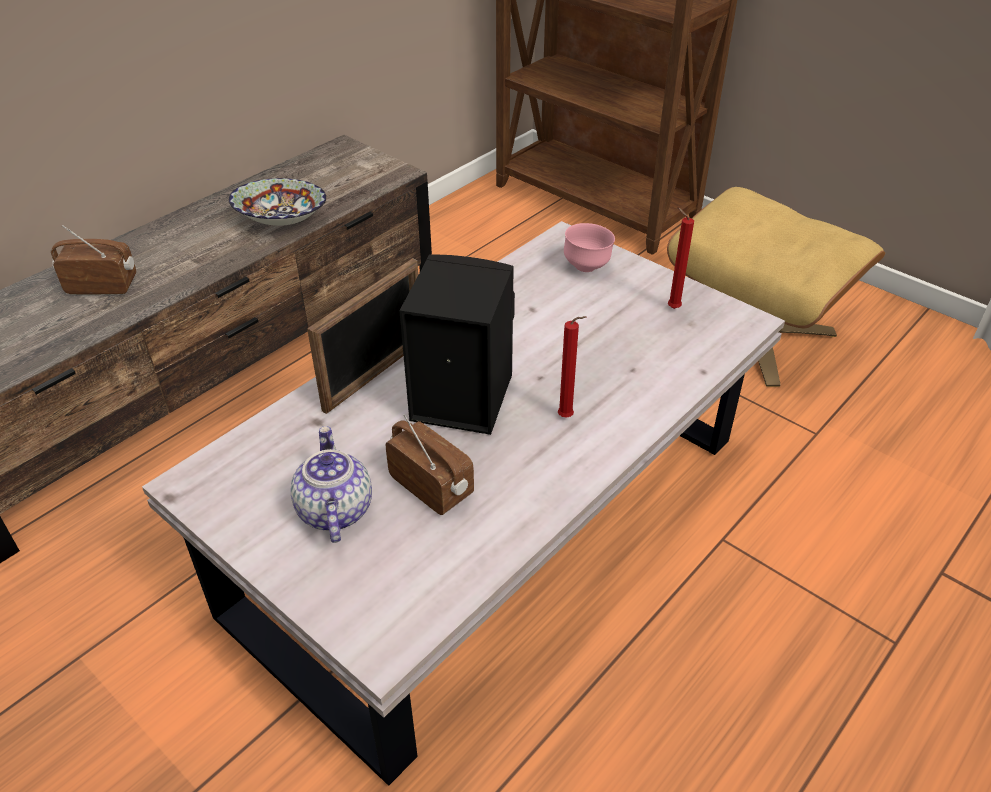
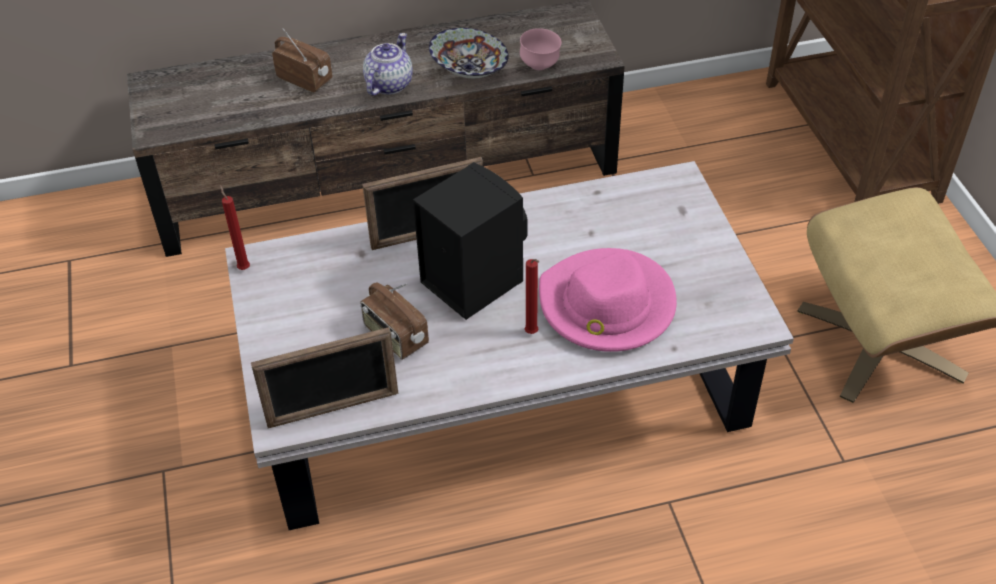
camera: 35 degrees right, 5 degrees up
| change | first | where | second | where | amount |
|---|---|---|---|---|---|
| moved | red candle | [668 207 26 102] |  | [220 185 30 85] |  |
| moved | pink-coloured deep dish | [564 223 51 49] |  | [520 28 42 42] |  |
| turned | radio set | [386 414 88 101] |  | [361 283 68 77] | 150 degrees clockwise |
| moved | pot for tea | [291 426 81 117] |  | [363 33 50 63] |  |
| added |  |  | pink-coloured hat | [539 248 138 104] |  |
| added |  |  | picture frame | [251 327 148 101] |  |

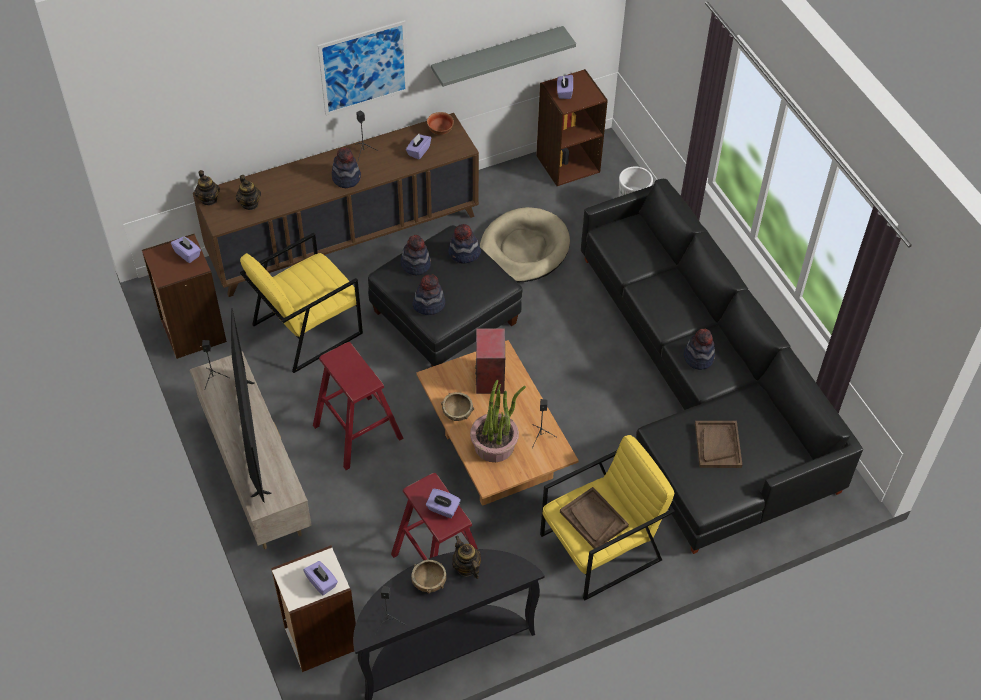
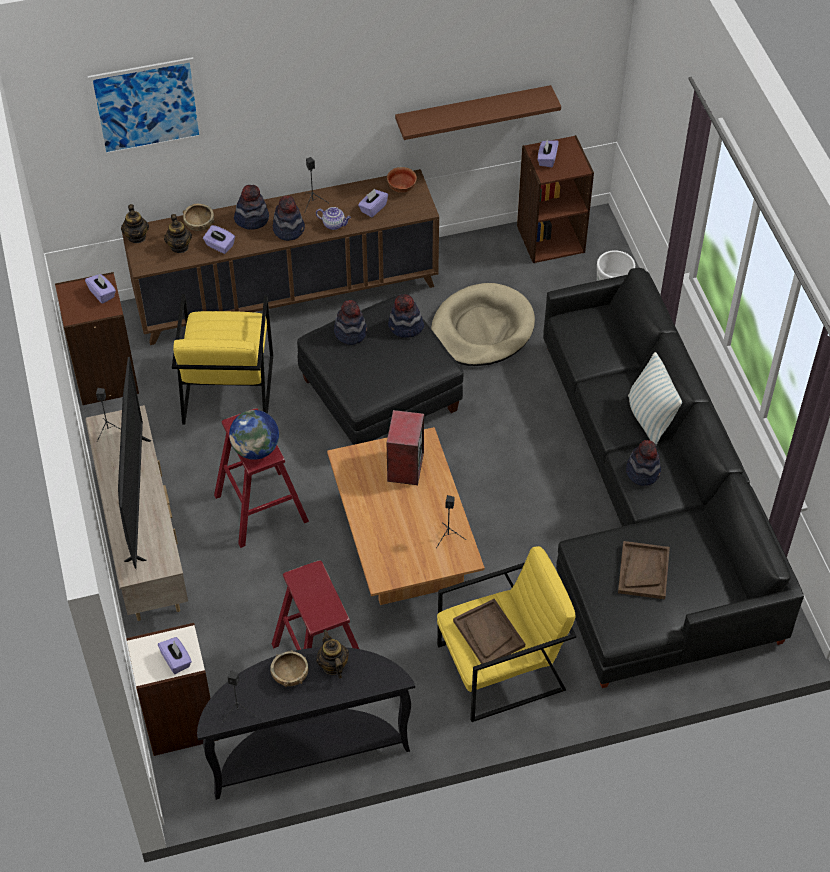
camera: 10 degrees right, 0 degrees up
| change | first | where | second | where | amount |
|---|---|---|---|---|---|
| moved | picture | [318 20 91 96] |  | [88 57 116 99] |  |
| recoloured | gray wall shelf | [431 26 145 61] | brown-coloured wall shelf | [395 85 166 55] |  |
| turned | yellow lounge chair | [240 232 123 141] |  | [172 294 101 130] | 60 degrees counterclockwise |
| moved | hat | [412 274 33 41] |  | [234 185 35 45] |  |
| removed | houseplant | [470 380 56 82] |  |  |  |
| moved | brown-coloured deep dish | [441 392 33 29] |  | [183 204 31 27] |  |
| moved | purple-coloured box of tissues | [426 489 35 29] |  | [203 225 32 29] |  |
| added |  |  | pot for tea | [316 207 35 23] |  |
| added |  |  | throw pillow | [628 352 54 93] |  |
| added |  |  | desk globe | [229 410 50 50] |  |

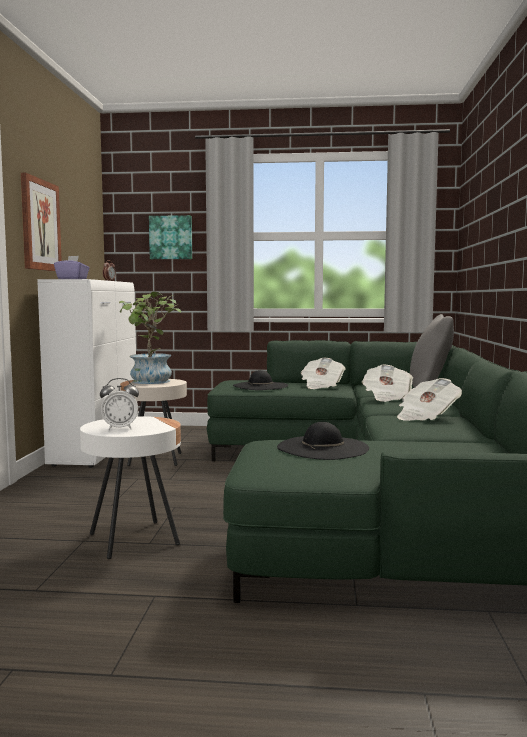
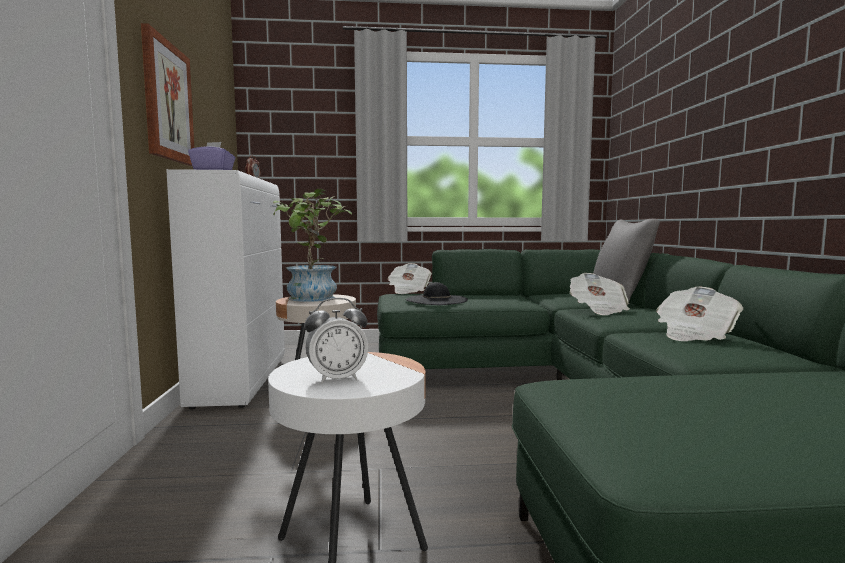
camera: 10 degrees left, 0 degrees up
| change | first | where | second | where | amount |
|---|---|---|---|---|---|
| removed | picture | [149 215 43 44] |  |  |  |
| moved | printed paper | [301 358 44 31] |  | [388 263 44 31] |  |
| removed | black-coloured hat | [277 422 92 38] |  |  |  |

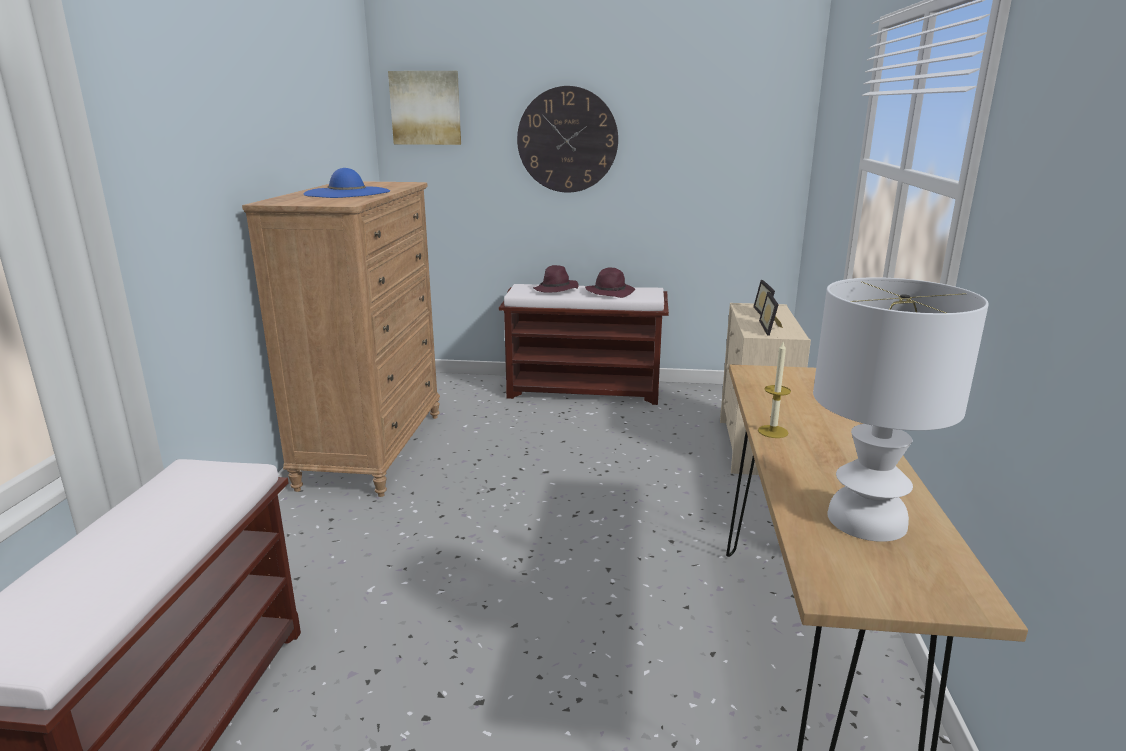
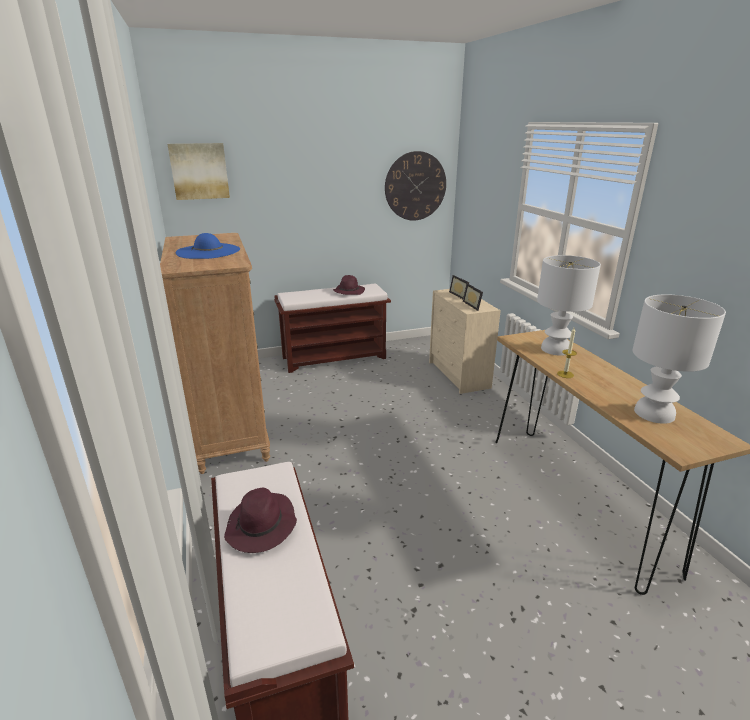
camera: 25 degrees left, 5 degrees up
| change | first | where | second | where | amount |
|---|---|---|---|---|---|
| moved | wall clock | [517 86 101 107] |  | [385 151 61 70] |  |
| moved | purple-coloured hat | [533 265 46 28] |  | [224 488 73 65] |  |
| added |  |  | white-coloured tabletop lamp | [537 255 64 101] |  |

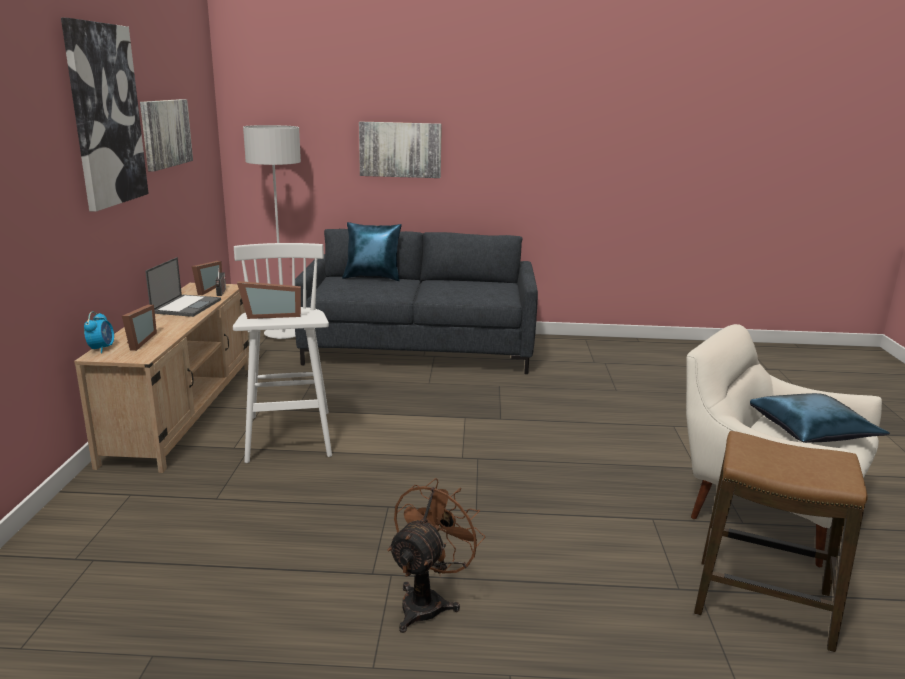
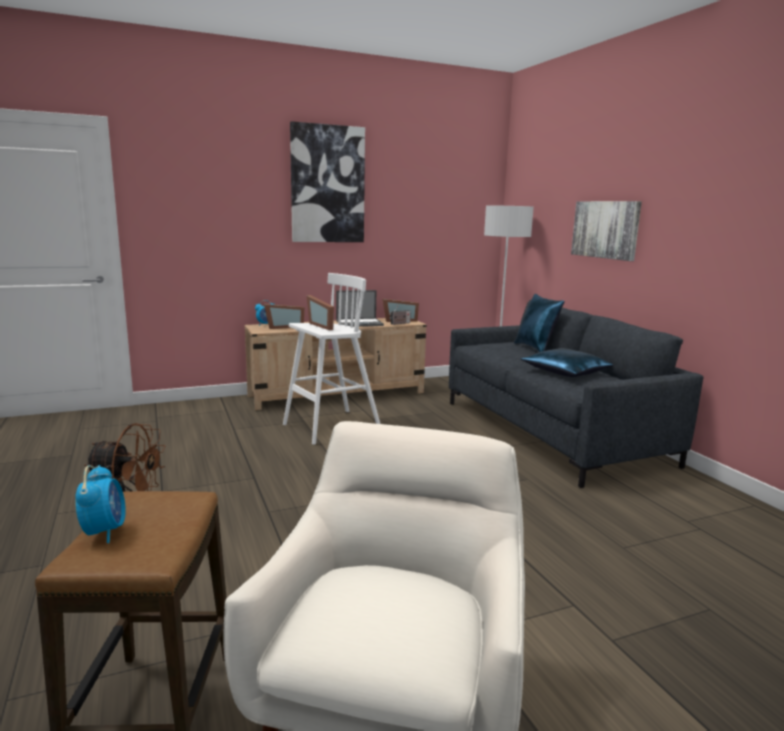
camera: 65 degrees right, 5 degrees down
| change | first | where | second | where | amount |
|---|---|---|---|---|---|
| removed | picture | [140 99 53 73] |  |  |  |
| moved | blue throw pillow | [750 393 140 50] |  | [521 348 92 29] |  |
| added |  |  | bedside clock | [75 465 51 78] |  |

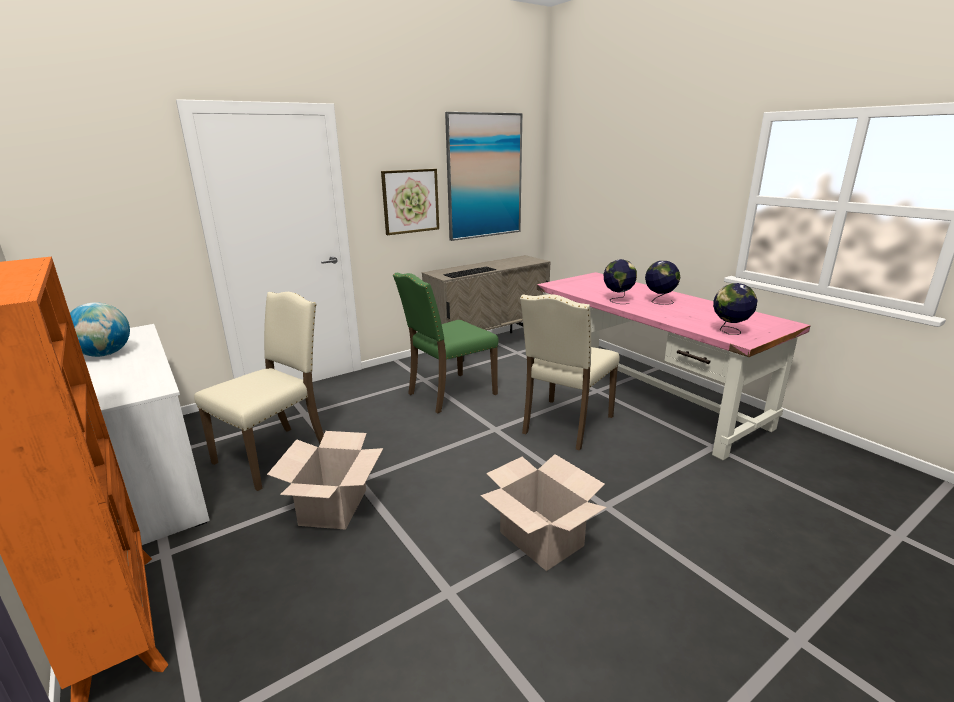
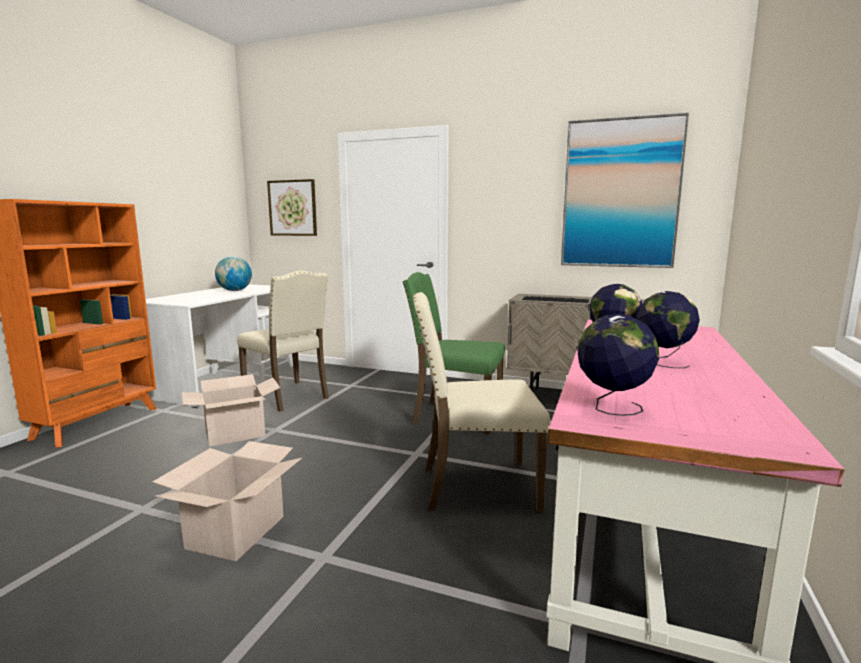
camera: 55 degrees right, 10 degrees down
| change | first | where | second | where | amount |
|---|---|---|---|---|---|
| moved | picture | [381 169 58 66] |  | [267 179 50 57] |  |
| turned | sand-coloured upright chair | [194 292 130 199] |  | [237 271 92 141] | 45 degrees clockwise |

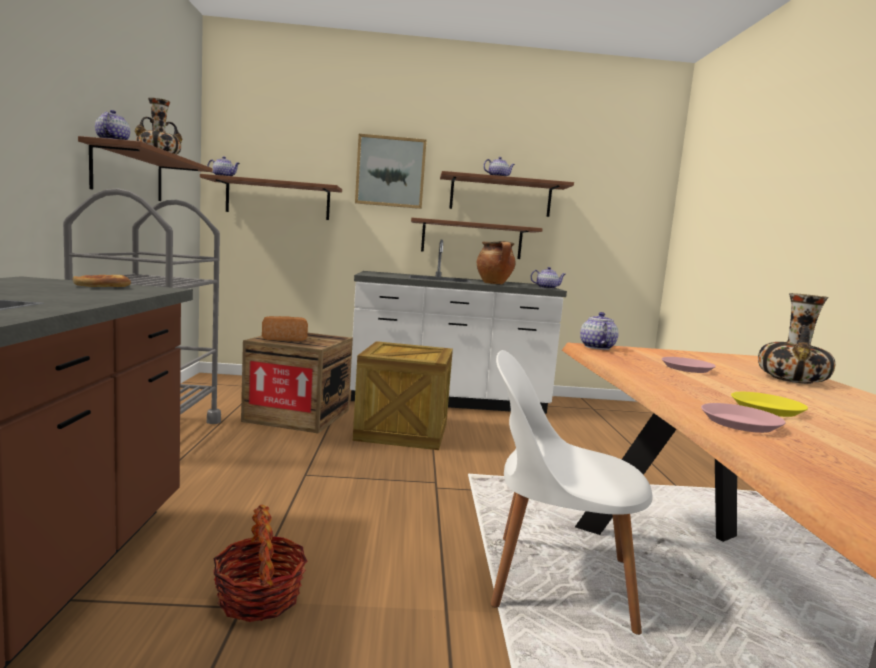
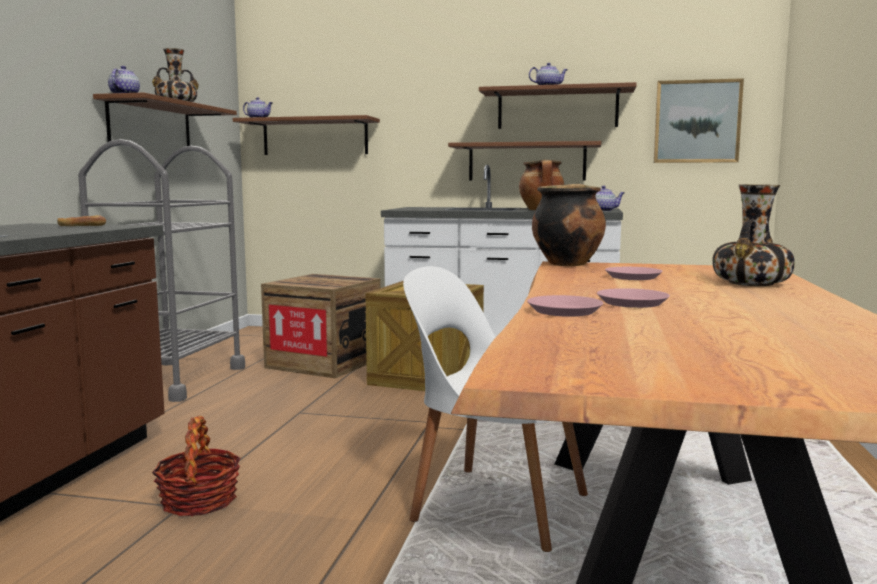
camera: 15 degrees right, 0 degrees up
| change | first | where | second | where | amount |
|---|---|---|---|---|---|
| moved | picture | [355 134 72 75] |  | [654 78 90 85] |  |
| replaced | pot for tea | [580 312 39 38] | cooking pot | [532 184 74 82] |  |
| removed | bakery bread | [262 316 46 25] |  |  |  |
| recoloured | yellow dinner plate | [731 392 77 25] | pink-coloured dinner plate | [597 288 73 20] |  |

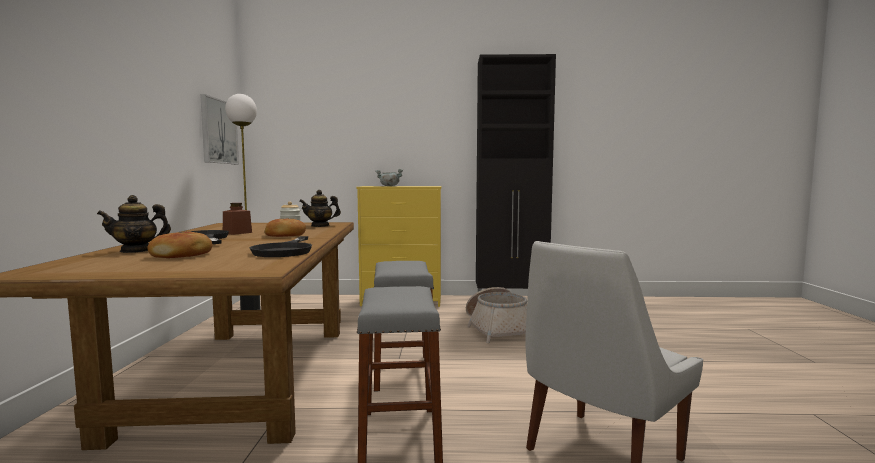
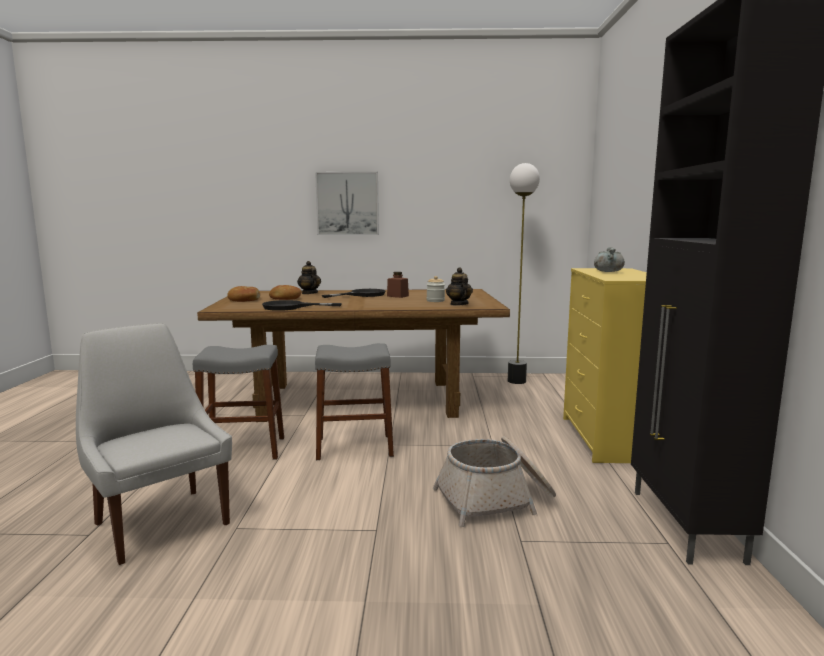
camera: 90 degrees right, 5 degrees up
| change | first | where | second | where | amount |
|---|---|---|---|---|---|
| moved | picture | [200 94 39 70] |  | [315 172 64 63] |  |
| moved | bakery bread | [265 218 41 19] |  | [227 286 33 16] |  |

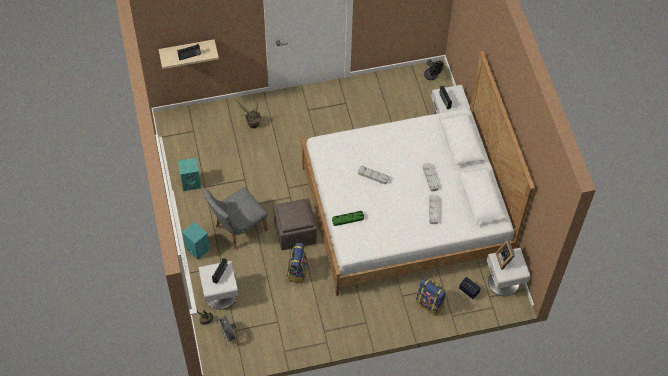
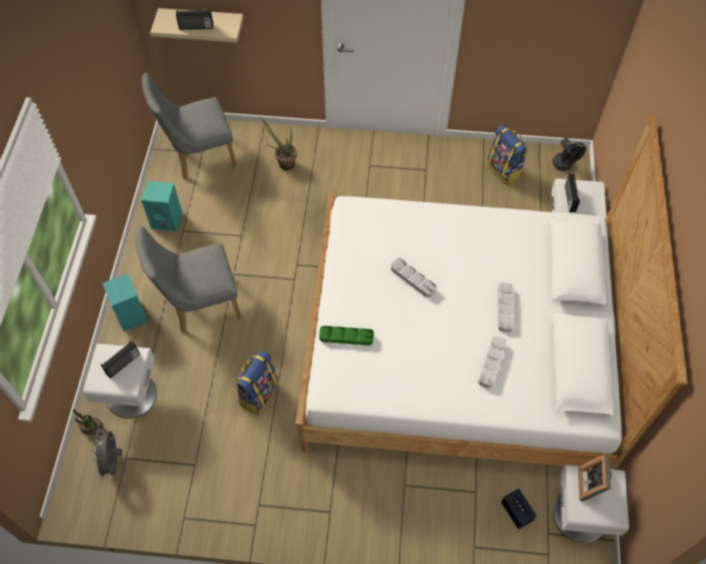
camera: 20 degrees right, 0 degrees up
| change | first | where | second | where | amount |
|---|---|---|---|---|---|
| removed | brown-coloured pouffe | [273 199 44 51] |  |  |  |
| moved | knapsack | [416 278 30 38] |  | [486 125 41 60] |  |
| added |  |  | gray upright chair | [142 73 95 106] |  |

